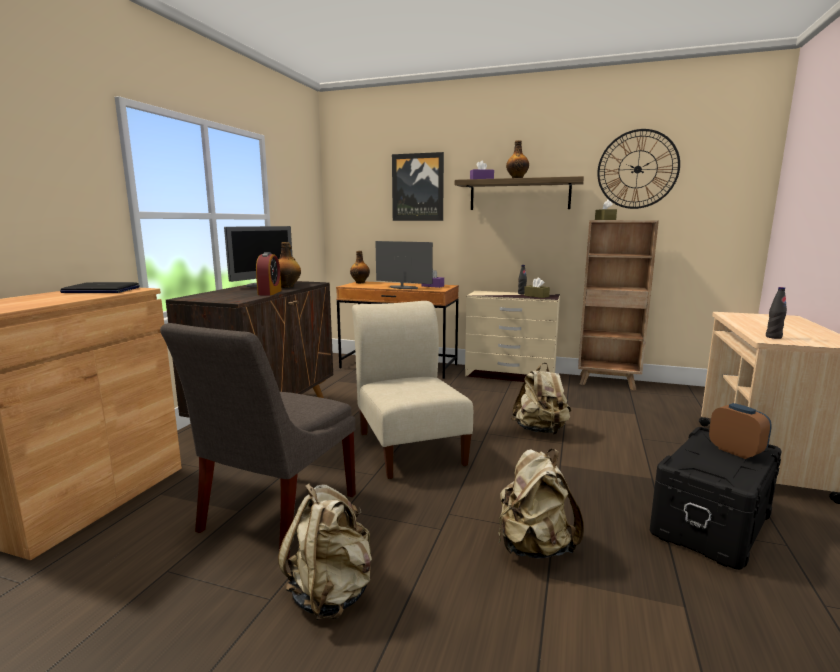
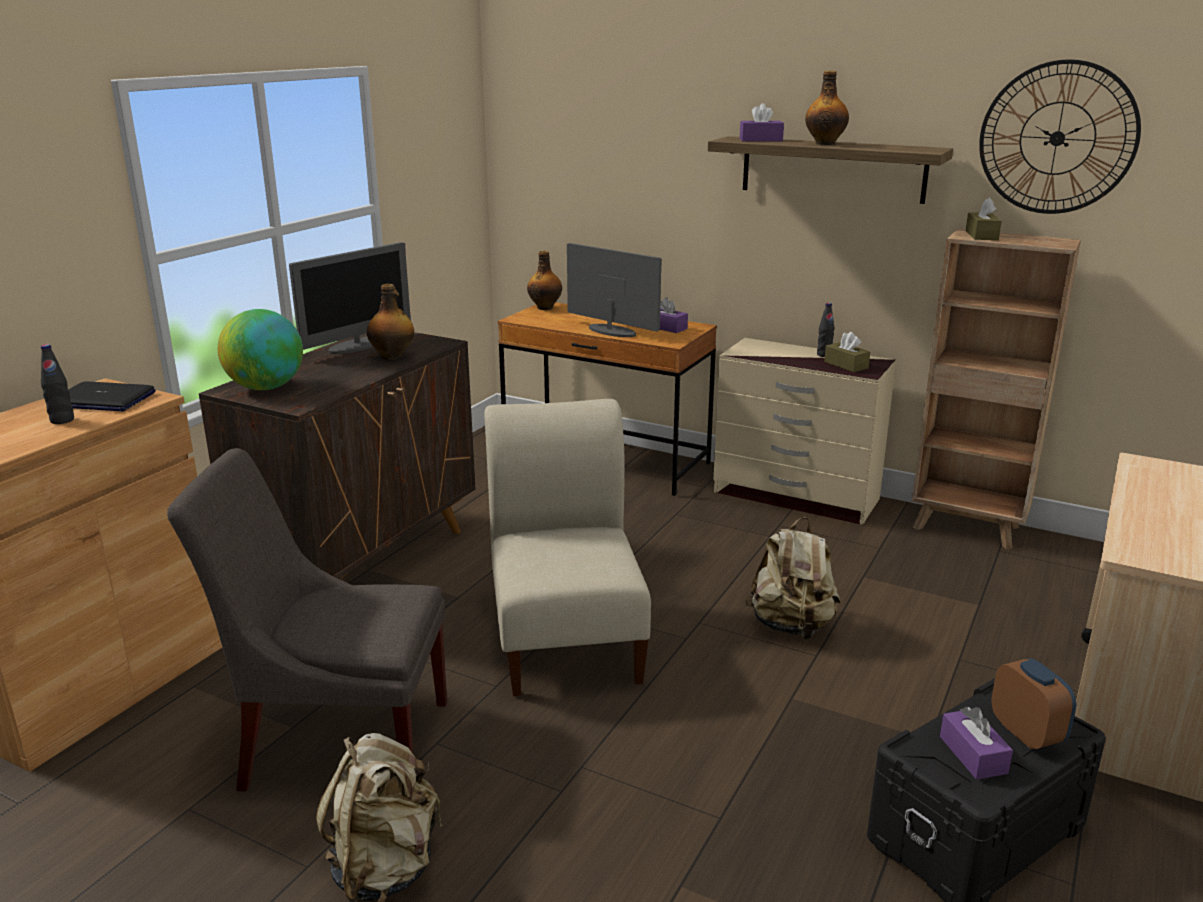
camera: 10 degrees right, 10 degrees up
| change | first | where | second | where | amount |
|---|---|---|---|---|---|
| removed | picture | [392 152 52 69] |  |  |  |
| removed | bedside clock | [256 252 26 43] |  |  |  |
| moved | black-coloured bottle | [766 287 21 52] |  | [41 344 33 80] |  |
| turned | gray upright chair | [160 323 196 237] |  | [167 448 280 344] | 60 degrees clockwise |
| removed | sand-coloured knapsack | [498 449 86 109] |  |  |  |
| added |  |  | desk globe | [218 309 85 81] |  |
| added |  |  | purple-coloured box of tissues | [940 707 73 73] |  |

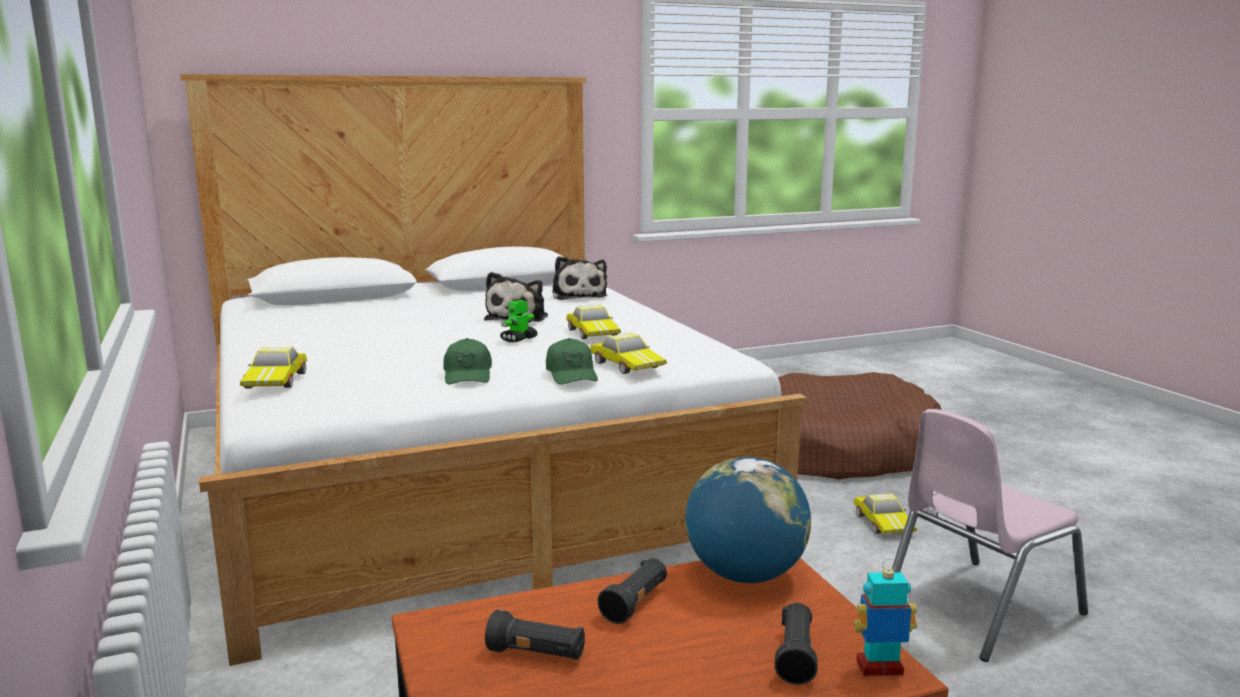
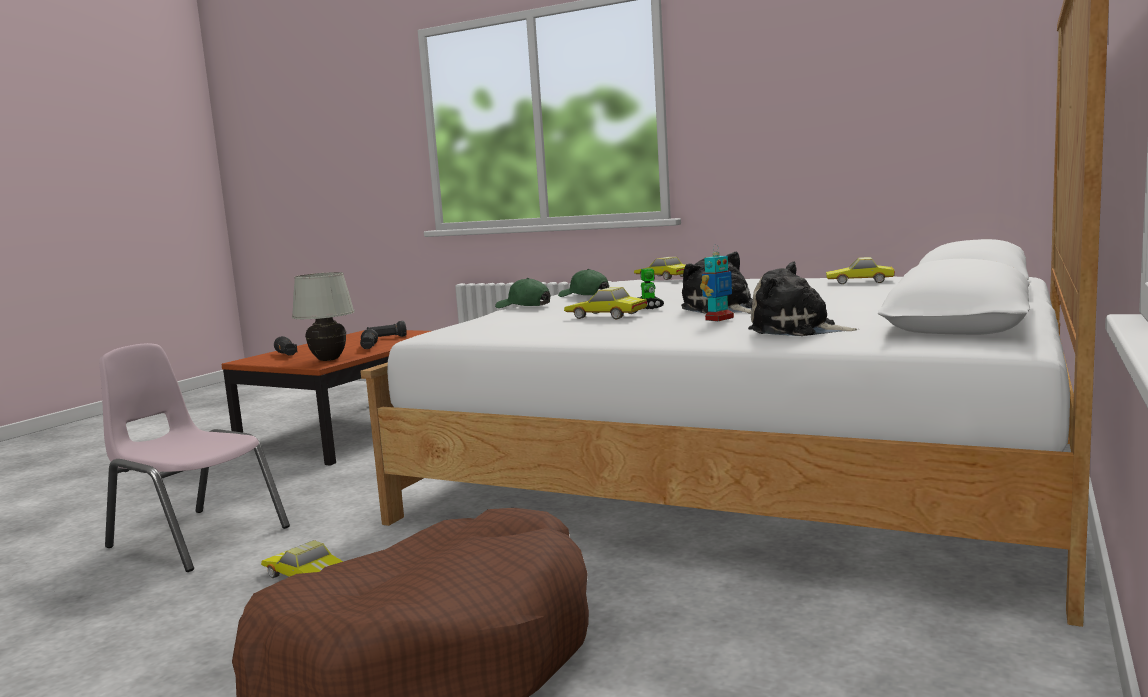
camera: 140 degrees right, 5 degrees down
| change | first | where | second | where | amount |
|---|---|---|---|---|---|
| moved | toy car | [590 333 77 41] |  | [826 257 69 27] |  |
| turned | pink-coloured upright chair | [892 409 196 253] |  | [99 343 191 229] | 75 degrees counterclockwise |
| replaced | desk globe | [685 457 126 126] | white-coloured tabletop lamp | [292 272 63 89] |  |
| moved | toy robot | [853 559 64 117] |  | [700 244 34 77] |  |

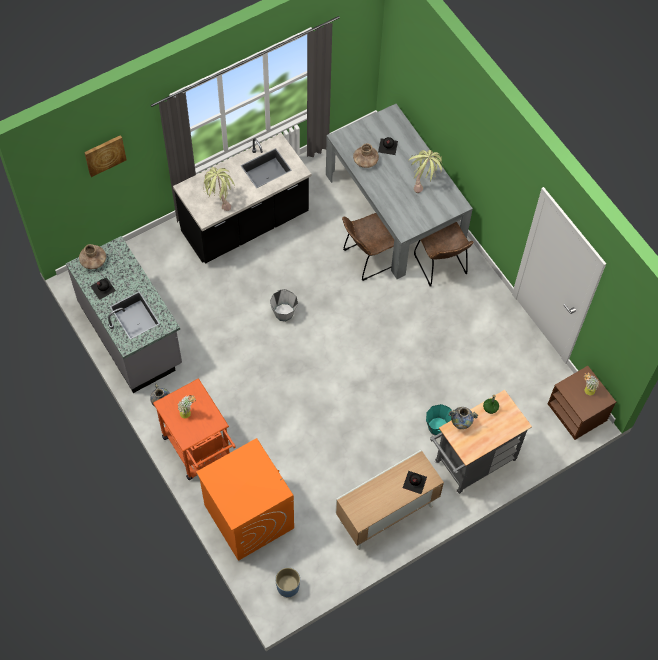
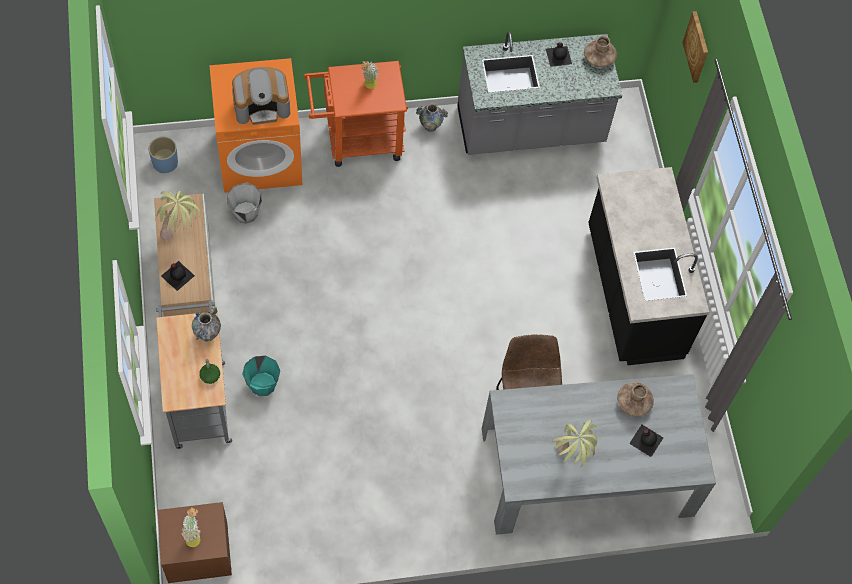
camera: 110 degrees right, 0 degrees up
| change | first | where | second | where | amount |
|---|---|---|---|---|---|
| moved | houseplant | [204 167 31 44] |  | [157 190 44 50] |  |
| removed | brown-coloured upright chair | [414 222 59 64] |  |  |  |
| moved | gray water bucket | [270 289 28 32] |  | [227 182 35 42] |  |
| added |  |  | coffee maker | [232 67 58 58] |  |

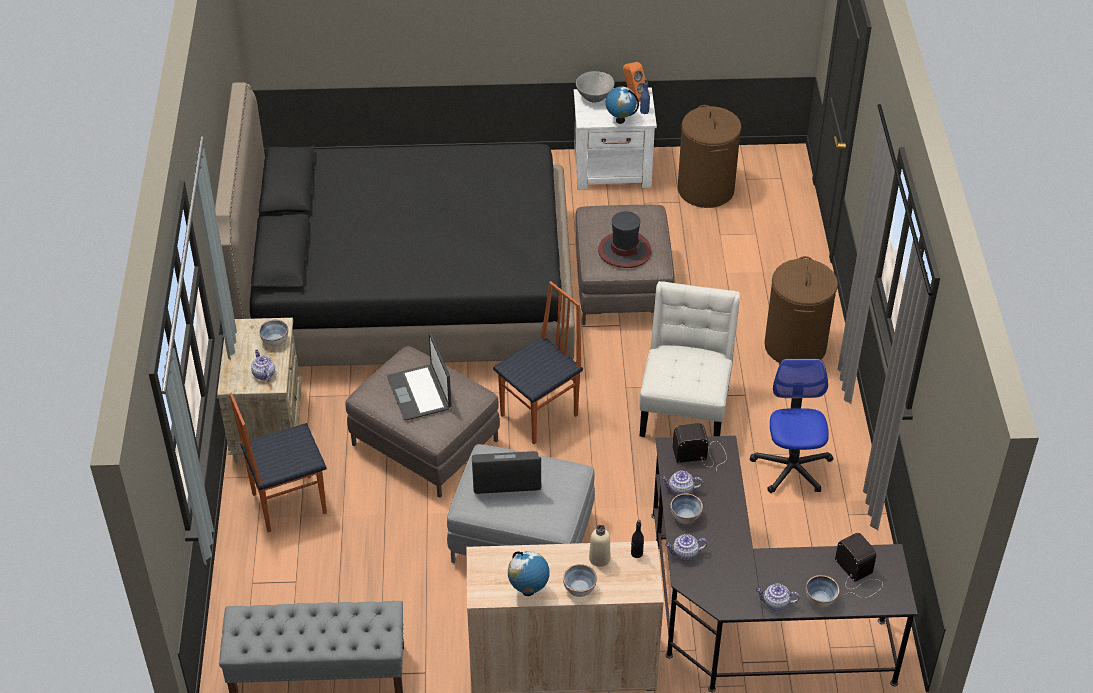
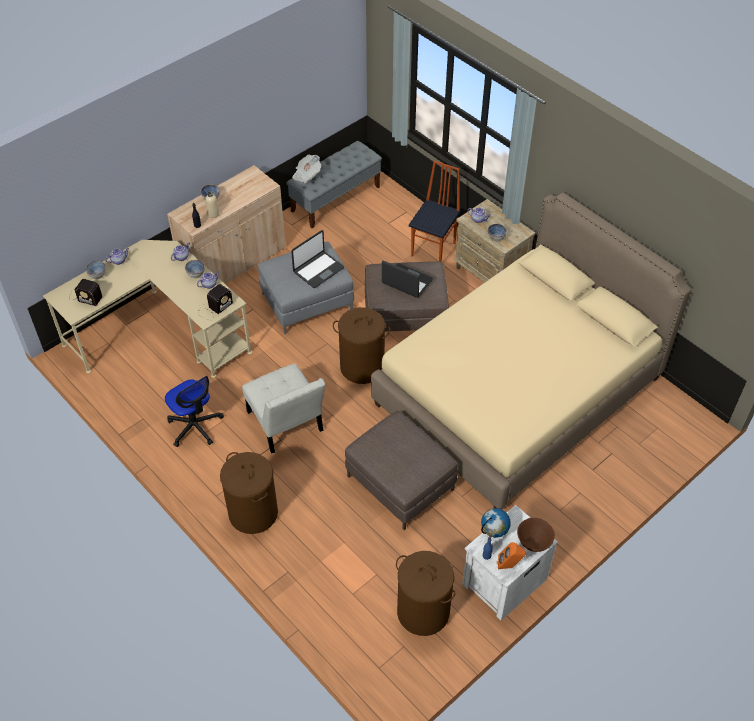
camera: 140 degrees right, 5 degrees up
| change | first | where | second | where | amount |
|---|---|---|---|---|---|
| recoloured | gray deep dish | [576 71 39 32] | brown-coloured deep dish | [517 518 38 34] |  |
| recoloured | black-coloured bed | [215 82 360 285] | sand-coloured bed | [371 193 320 316] |  |
| removed | hat | [598 211 54 57] |  |  |  |
| replaced | upright chair | [493 281 90 163] | brown-coloured washing basket | [333 307 57 77] |  |
| recoloured | black-coloured desk table | [651 436 267 256] | sand-coloured desk table | [43 240 209 138] |  |
| removed | desk globe | [508 551 41 45] |  |  |  |
| added |  |  | printed paper | [292 155 29 28] |  |

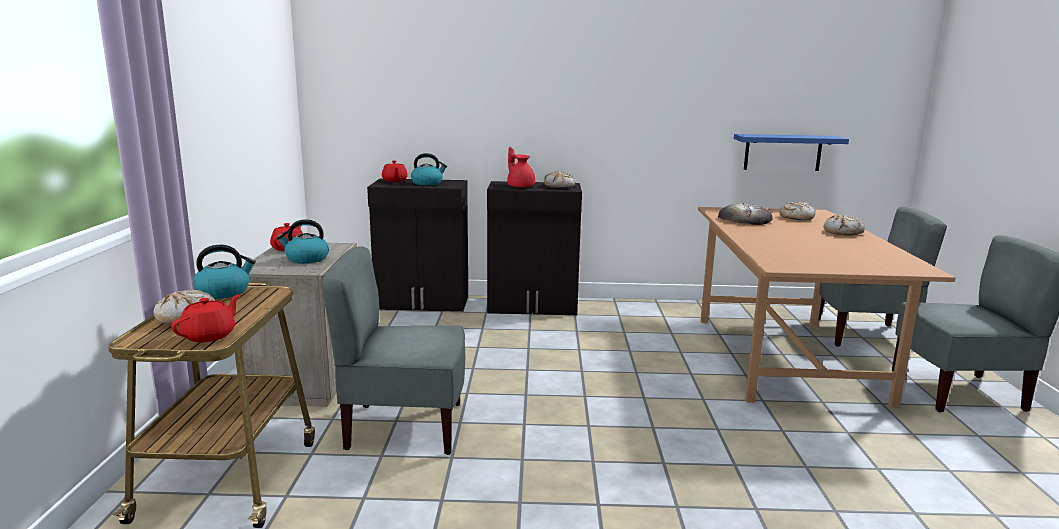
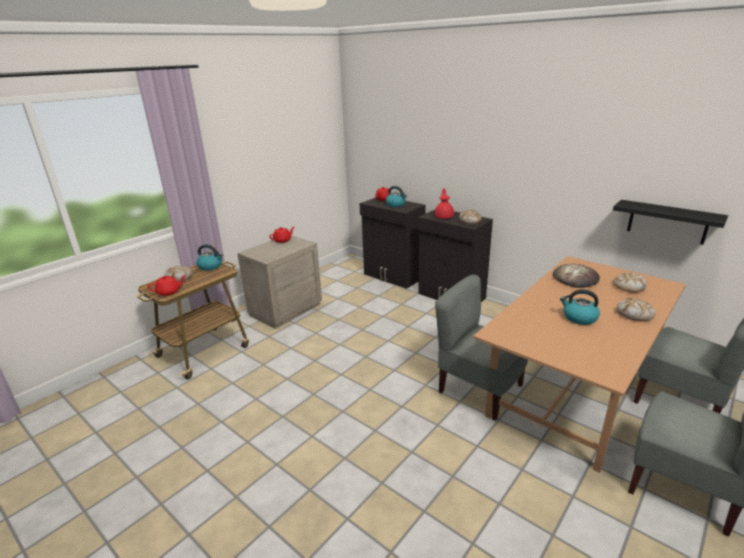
camera: 40 degrees right, 10 degrees up
| change | first | where | second | where | amount |
|---|---|---|---|---|---|
| recoloured | blue wall shelf | [734 134 115 37] | black-coloured wall shelf | [613 200 115 45] |  |
| moved | tea kettle | [277 219 52 45] |  | [560 289 40 36] |  |
| moved | gray upright chair | [321 246 144 209] |  | [435 275 93 146] |  |

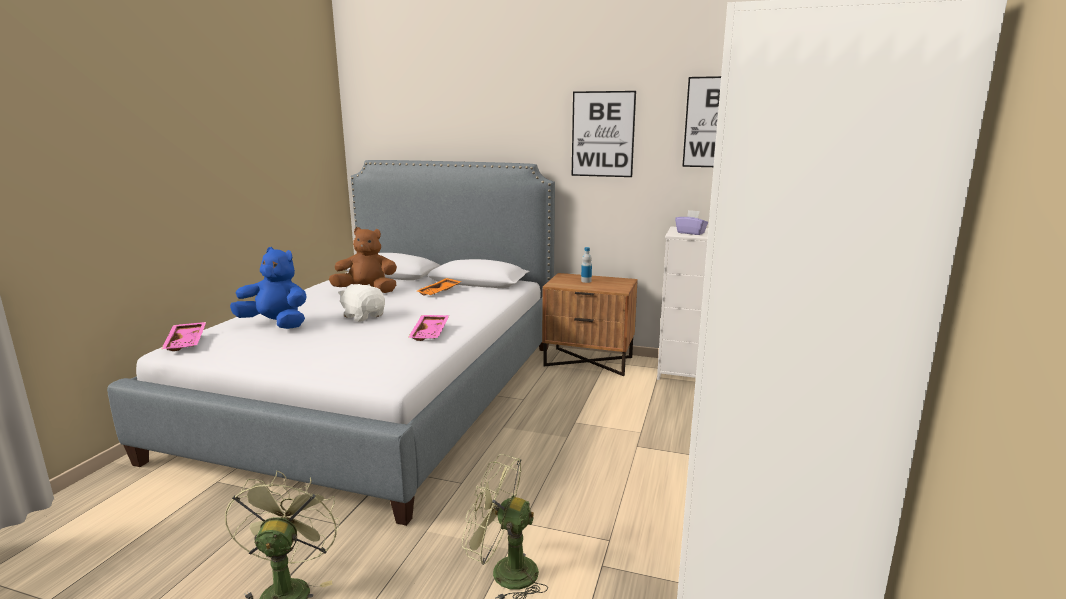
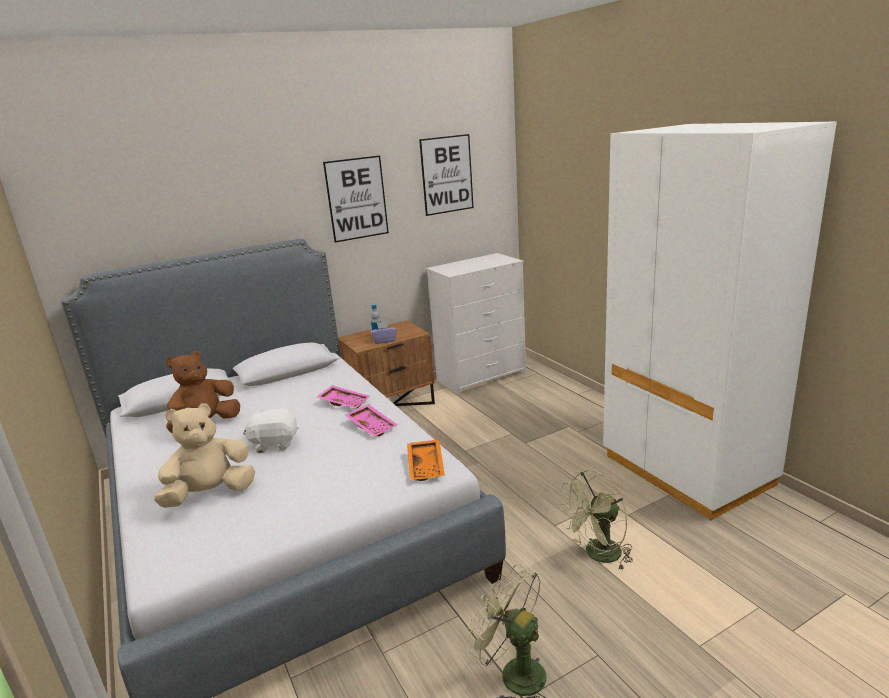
camera: 45 degrees left, 5 degrees up
| change | first | where | second | where | amount |
|---|---|---|---|---|---|
| moved | purple-coloured box of tissues | [675 210 33 25] |  | [371 321 26 23] |  |
| recoloured | blue soft toy | [230 247 77 82] | sand-coloured soft toy | [154 403 101 105] |  |
| moved | orange-coloured carrying tray | [417 278 44 17] |  | [407 440 38 41] |  |
| moved | pink-coloured carrying tray | [161 322 45 29] |  | [317 385 53 24] |  |

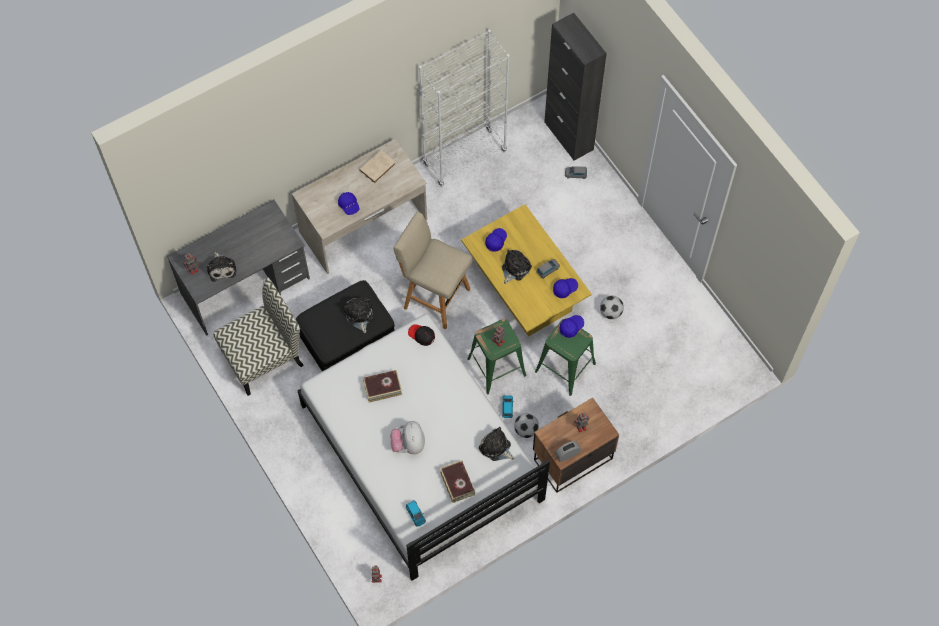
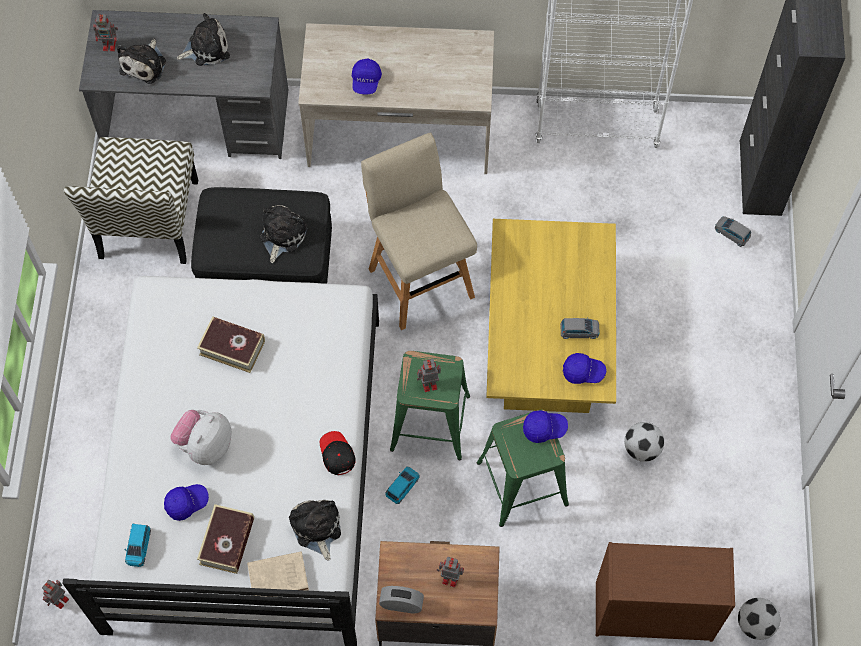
camera: 35 degrees right, 0 degrees up
| change | first | where | second | where | amount |
|---|---|---|---|---|---|
| moved | sand-coloured bound book | [359 150 37 34] |  | [247 551 62 46] |  |
| moved | blue cap | [485 228 22 24] |  | [164 484 45 37] |  |
| moved | soft toy | [502 250 30 34] |  | [177 13 53 53] |  |
| turned | upright chair | [213 277 91 119] |  | [64 137 134 127] | 90 degrees clockwise |
| moved | black-coloured cap | [408 324 27 22] |  | [320 431 35 44] |  |
| moved | football ball | [514 413 25 25] |  | [738 598 42 42] |  |
| added |  |  | brown-coloured dresser | [596 542 139 100] |  |

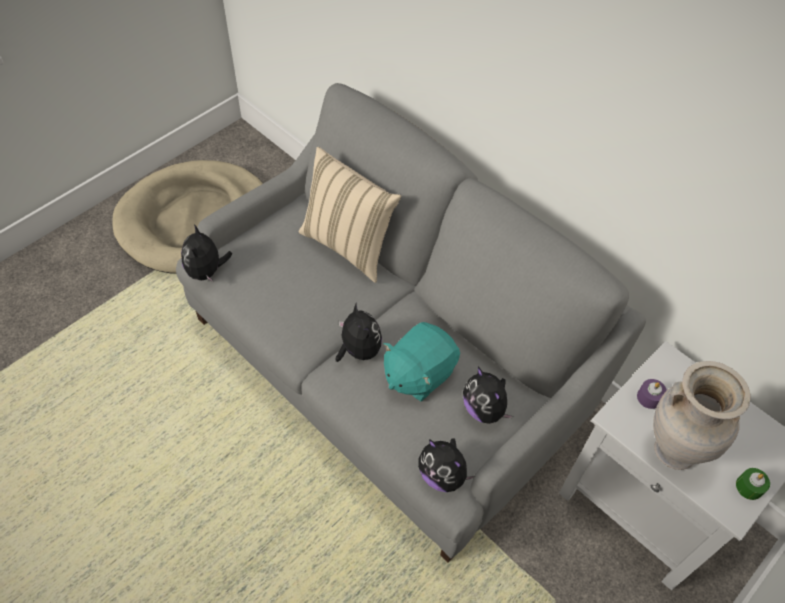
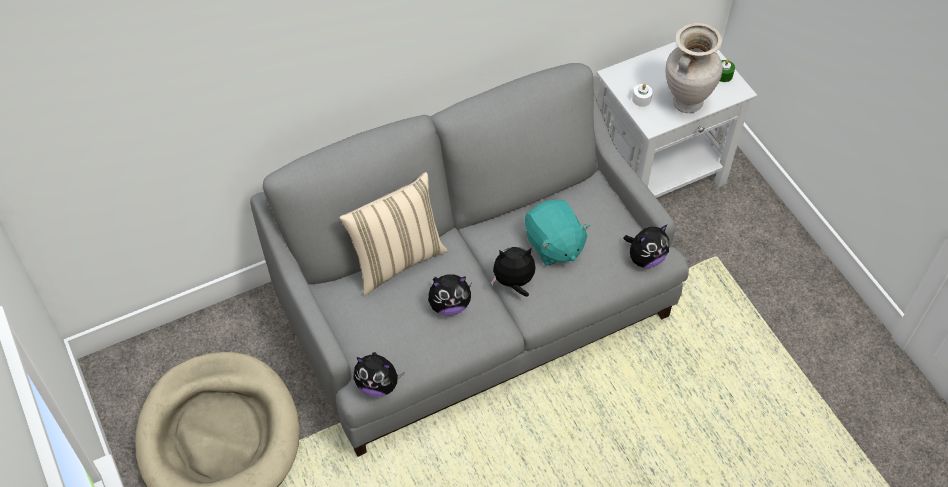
camera: 70 degrees left, 0 degrees up
| change | first | where | second | where | amount |
|---|---|---|---|---|---|
| moved | soft toy | [463 367 51 57] |  | [428 274 43 42] |  |
| recoloured | purple-coloured candle | [637 379 30 30] | white-coloured candle | [632 84 21 23] |  |

